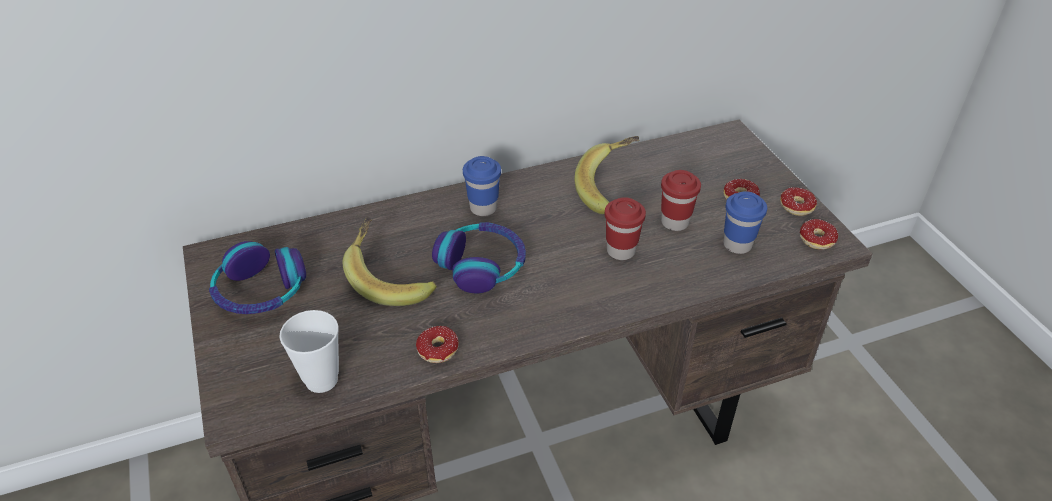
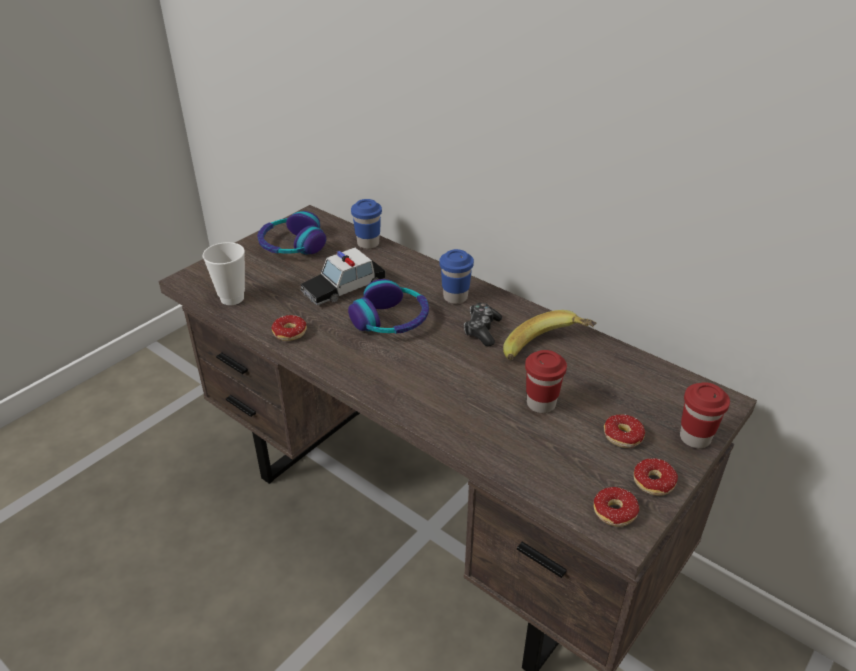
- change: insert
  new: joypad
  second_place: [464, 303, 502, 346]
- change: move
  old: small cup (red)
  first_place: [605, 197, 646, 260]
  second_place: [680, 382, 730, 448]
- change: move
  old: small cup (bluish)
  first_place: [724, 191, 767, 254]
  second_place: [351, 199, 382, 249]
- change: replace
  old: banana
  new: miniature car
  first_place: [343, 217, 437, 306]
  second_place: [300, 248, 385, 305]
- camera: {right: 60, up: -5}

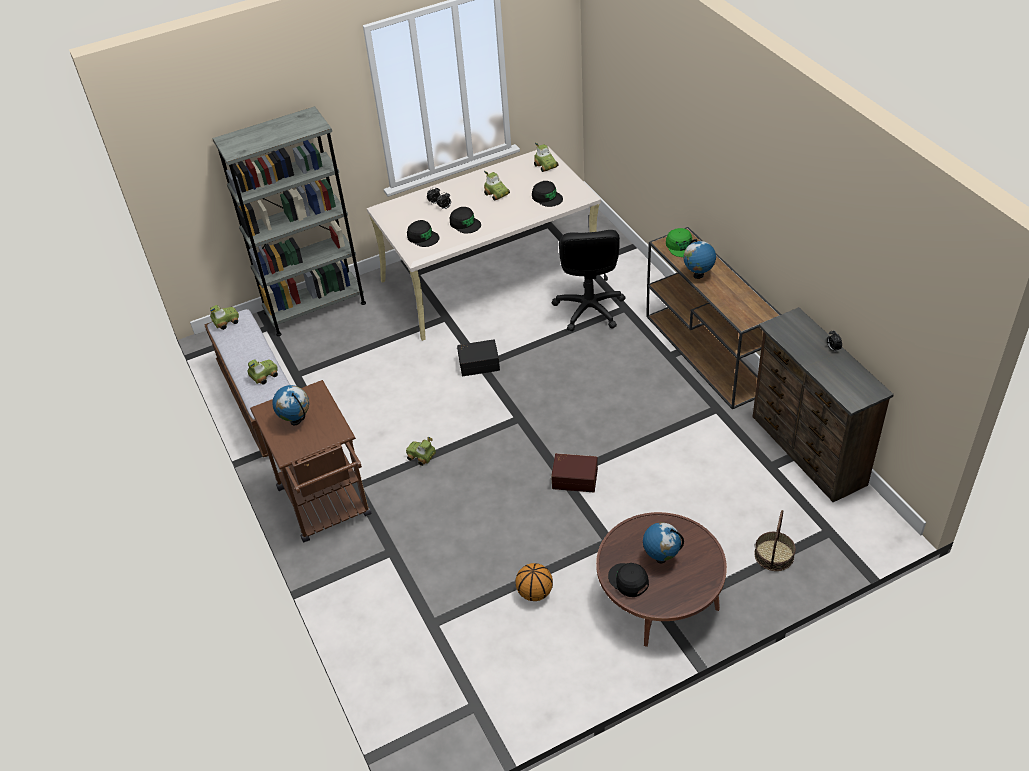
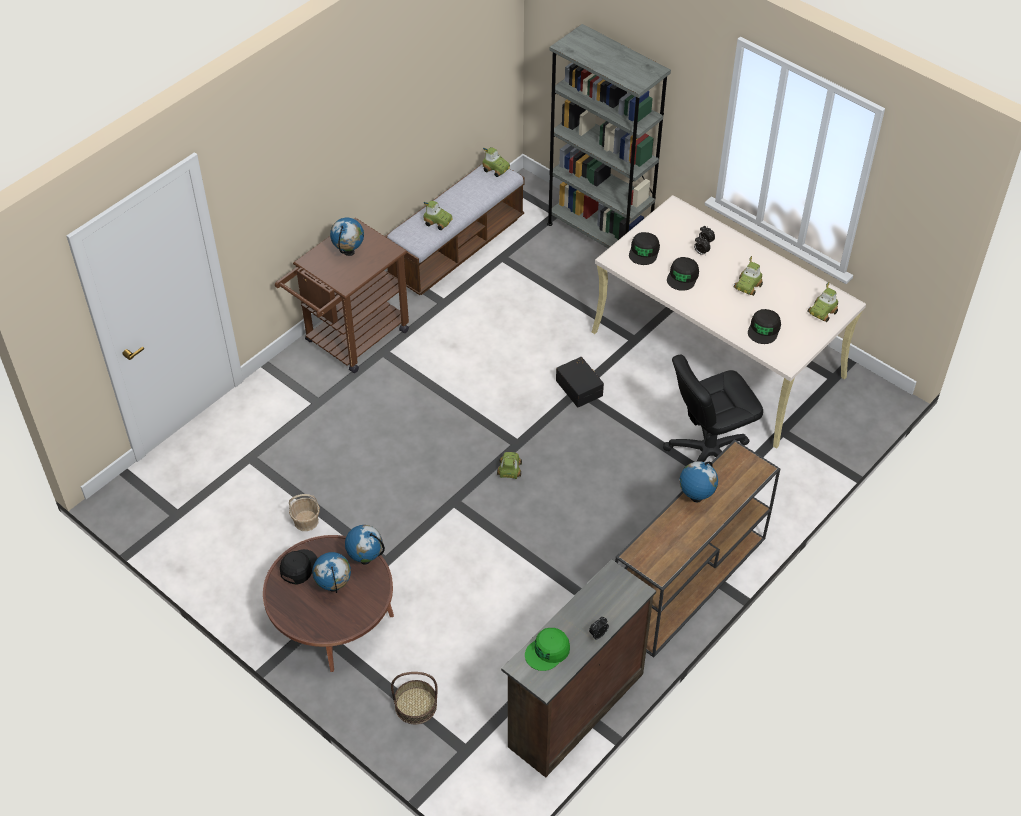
- change: delete
  old: storage container (brown-coloured)
  first_place: [551, 453, 598, 492]
- change: insert
  new: world globe
  second_place: [345, 525, 385, 565]
- change: move
  old: miniature car
  first_place: [406, 437, 436, 466]
  second_place: [497, 452, 522, 479]
- change: move
  old: baseball cap (green-coloured)
  first_place: [666, 228, 692, 257]
  second_place: [525, 628, 570, 671]
- change: replace
  old: basketball ball
  new: basket
  first_place: [516, 563, 553, 601]
  second_place: [289, 494, 320, 531]
- camera: {right: 65, up: 5}

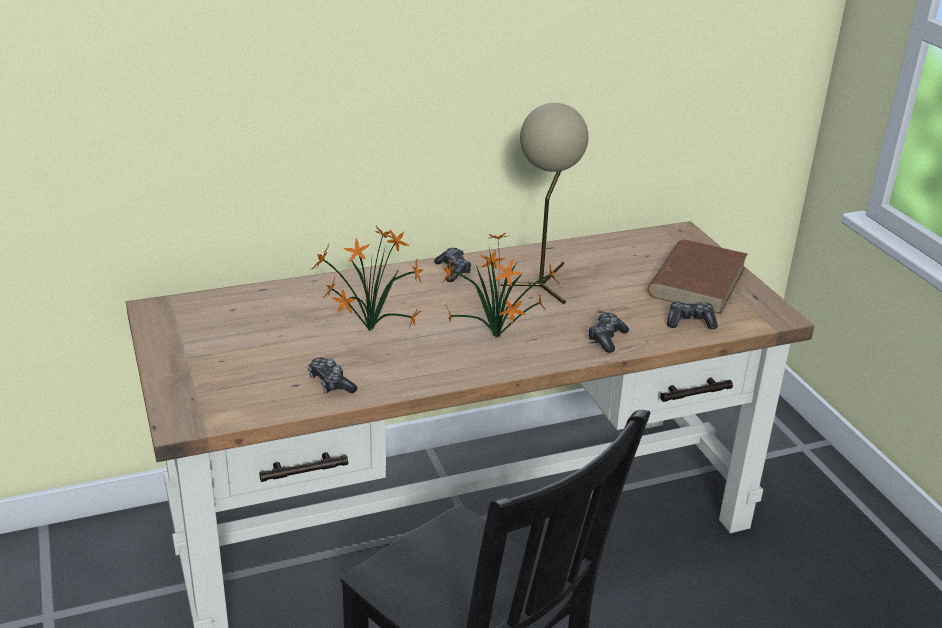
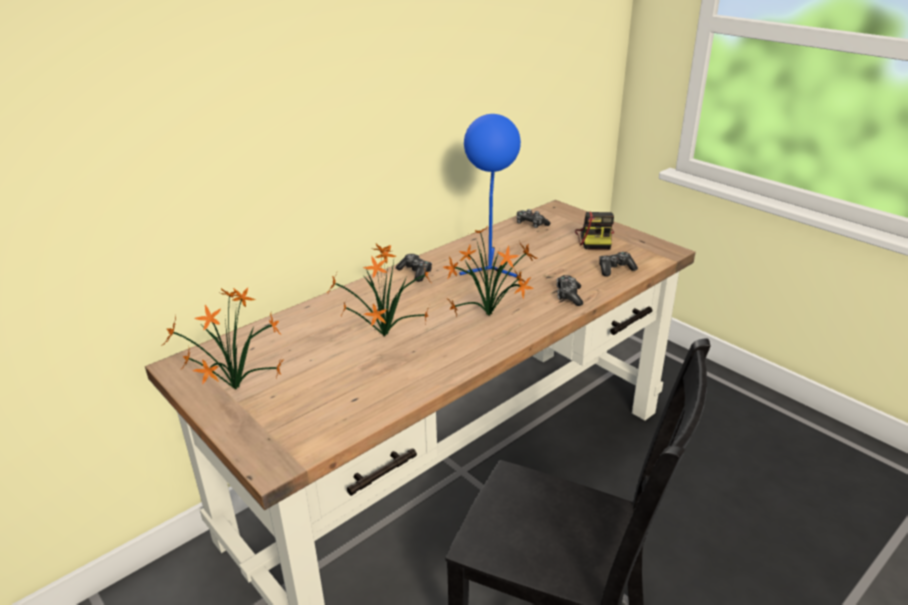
- change: insert
  new: potted plant
  second_place: [163, 288, 284, 390]
- change: move
  old: joypad
  first_place: [308, 357, 357, 393]
  second_place: [517, 209, 550, 228]
- change: replace
  old: volume (brown-coloured)
  new: photo camera
  first_place: [647, 240, 748, 314]
  second_place: [575, 211, 614, 249]
- change: recolor
  old: table lamp (beige)
  new: table lamp (bluish)
  first_place: [501, 103, 588, 304]
  second_place: [459, 114, 521, 277]
- camera: {right: -20, up: 0}

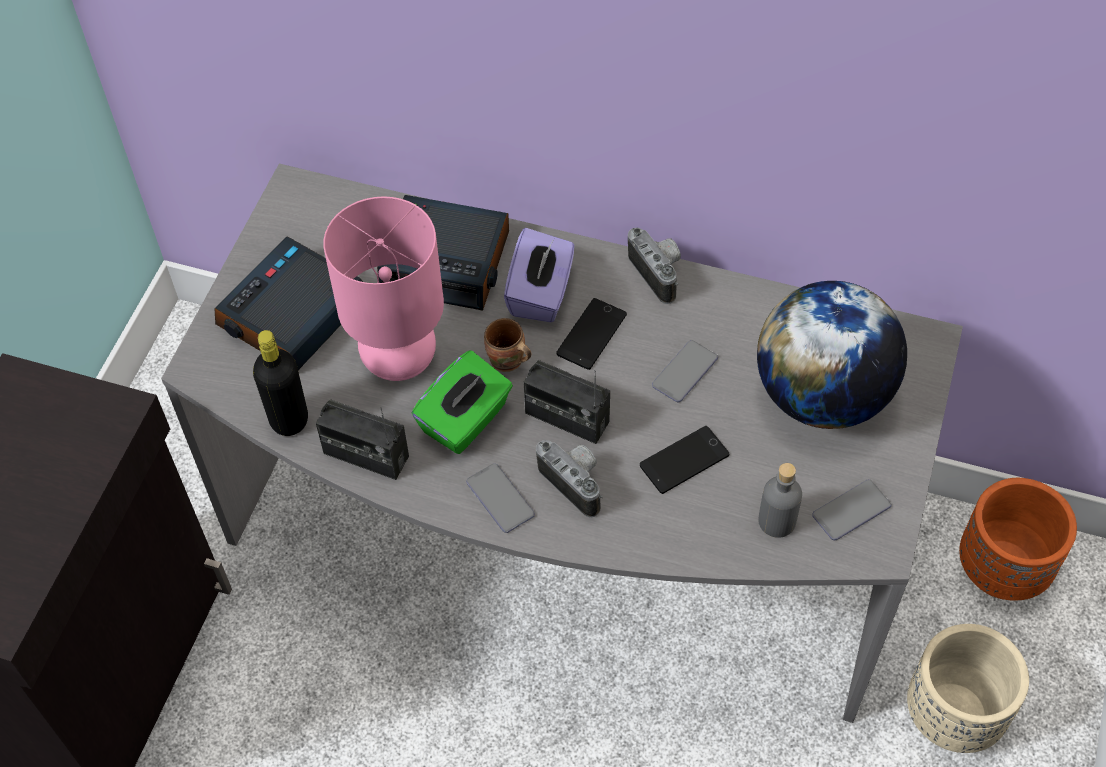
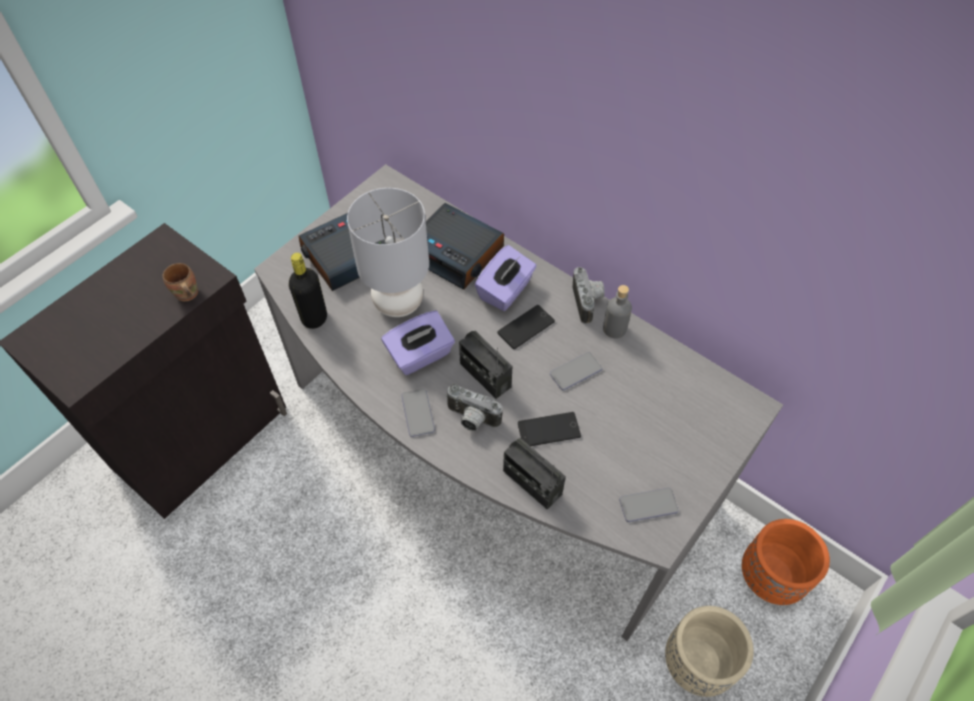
- change: delete
  old: world globe
  first_place: [757, 281, 907, 429]
- change: move
  old: radio set
  first_place: [316, 399, 409, 480]
  second_place: [503, 437, 566, 510]
- change: move
  old: coffee mug (brown-coloured)
  first_place: [484, 318, 531, 372]
  second_place: [162, 263, 198, 301]
- change: move
  old: drink bottle (greyish)
  first_place: [758, 463, 802, 538]
  second_place: [603, 285, 632, 338]
- change: recolor
  old: table lamp (pinkish)
  new: table lamp (greyish)
  first_place: [323, 196, 444, 381]
  second_place: [347, 188, 429, 317]
- change: recolor
  old: tissue holder (green-coloured)
  new: tissue holder (purple)
  first_place: [412, 350, 513, 454]
  second_place: [381, 310, 455, 375]
- change: rotate
  old: photo camera
  first_place: [536, 440, 603, 517]
  second_place: [445, 384, 503, 431]
  degrees: 135
- camera: {right: 20, up: 0}

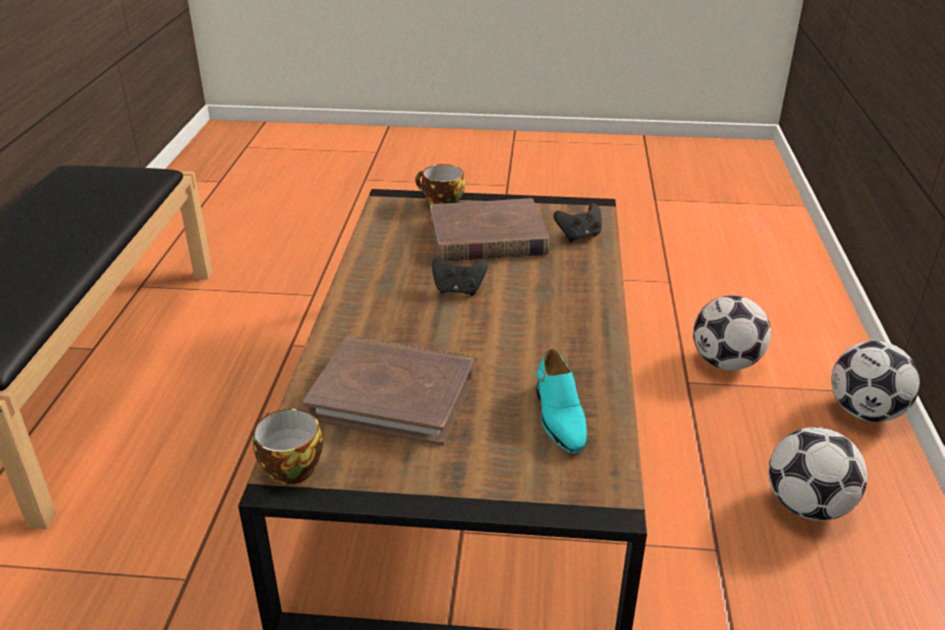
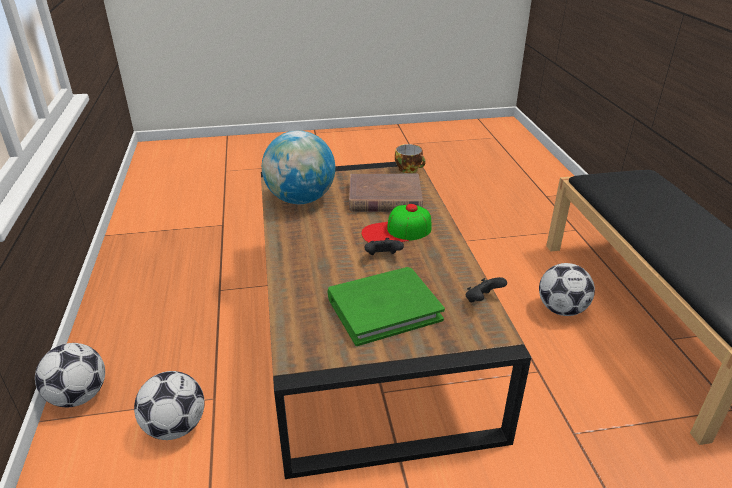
- change: delete
  old: small cup
  first_place: [415, 164, 465, 205]
- change: insert
  new: baseball cap
  second_place: [361, 204, 431, 243]
- change: move
  old: joypad (black)
  first_place: [553, 203, 602, 242]
  second_place: [466, 277, 507, 302]
- change: move
  old: ball for football
  first_place: [769, 427, 867, 521]
  second_place: [539, 263, 595, 316]
- change: replace
  old: low shoe (blue-green)
  new: world globe
  first_place: [536, 349, 587, 453]
  second_place: [262, 130, 335, 204]
- change: recolor
  old: volume (brown-coloured)
  new: volume (green-coloured)
  first_place: [430, 198, 550, 262]
  second_place: [327, 267, 445, 346]
- camera: {right: 165, up: 0}

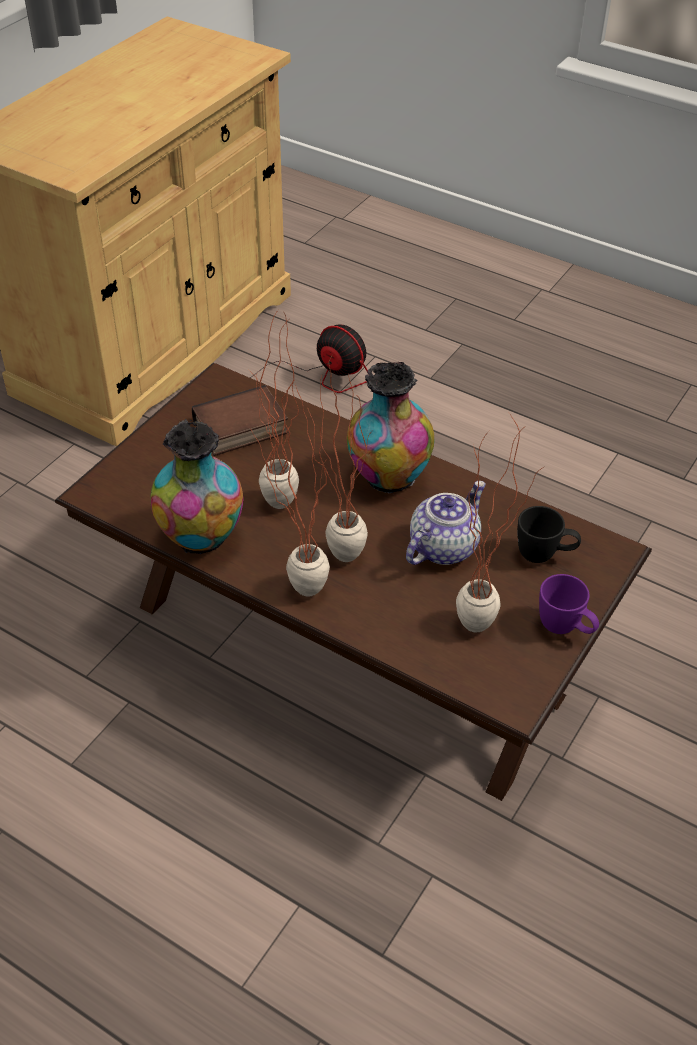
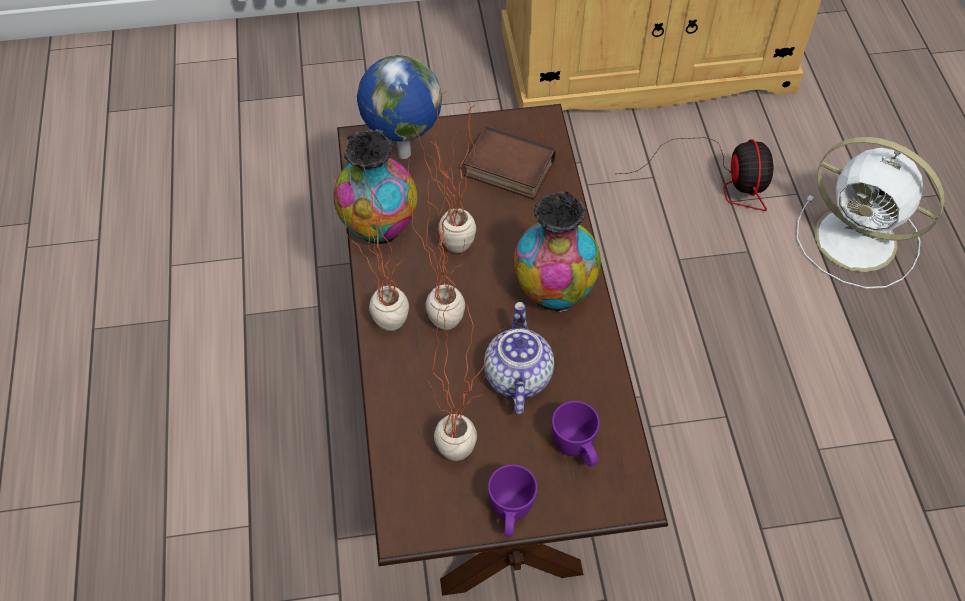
- change: insert
  new: world globe
  second_place: [357, 55, 442, 159]
- change: insert
  new: cooling fan (whitish)
  second_place: [796, 137, 945, 289]
- change: recolor
  old: coffee mug (black)
  new: coffee mug (purple)
  first_place: [518, 506, 581, 563]
  second_place: [552, 401, 600, 467]
- change: rotate
  old: pot for tea
  first_place: [406, 481, 486, 565]
  second_place: [484, 302, 554, 415]
  degrees: -90
- camera: {right: 50, up: 10}

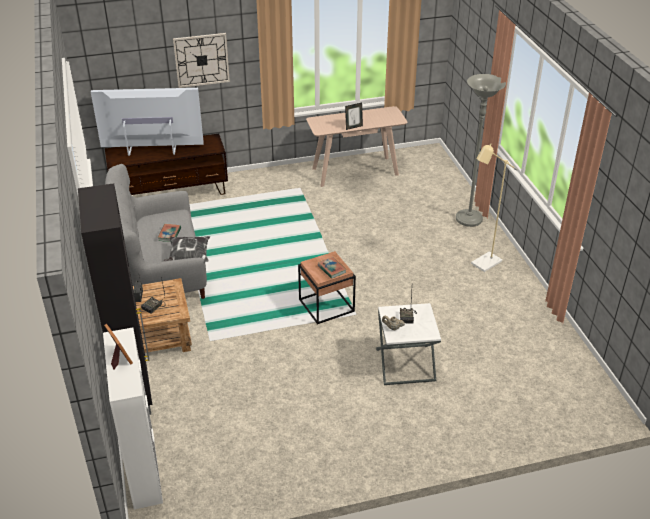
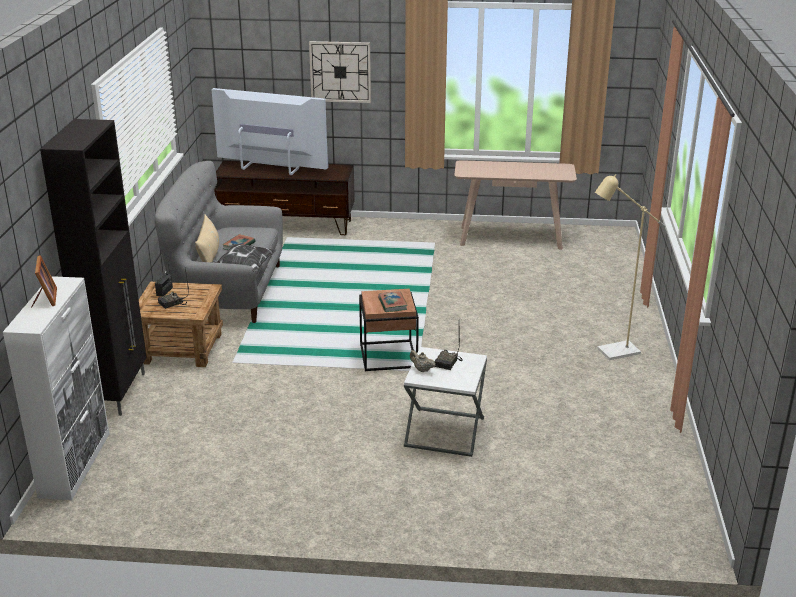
- change: delete
  old: photo frame
  first_place: [345, 103, 363, 130]
- change: delete
  old: standard lamp (greyish)
  first_place: [456, 74, 506, 227]
- change: insert
  new: cushion (beige)
  second_place: [195, 215, 219, 262]
- camera: {right: 20, up: -10}

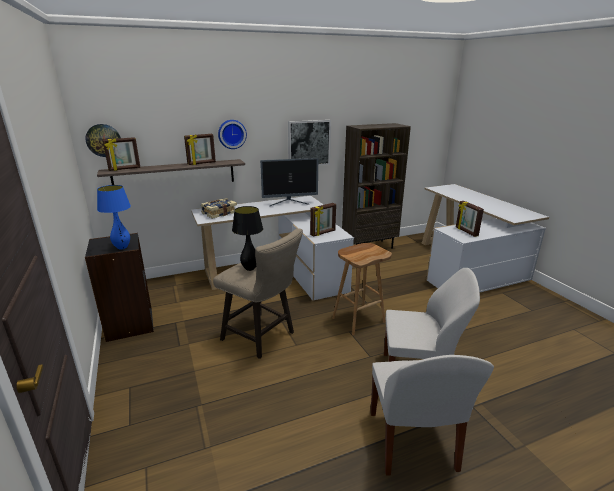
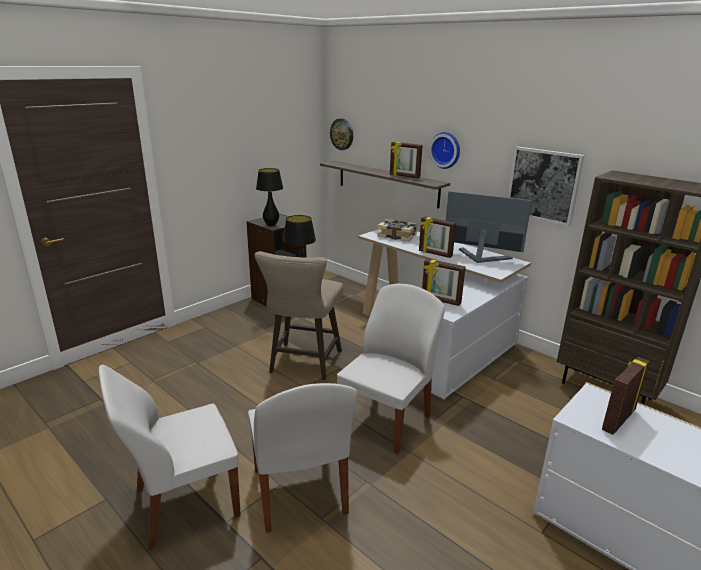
- change: move
  old: photo frame
  first_place: [103, 137, 140, 171]
  second_place: [419, 216, 456, 258]
- change: replace
  old: stool (brown-coloured)
  new: plain chair (whitish)
  first_place: [332, 243, 392, 335]
  second_place: [337, 284, 445, 455]
- change: recolor
  old: table lamp (bluish)
  new: table lamp (black)
  first_place: [97, 185, 131, 249]
  second_place: [256, 168, 283, 226]
- change: rotate
  old: monitor
  first_place: [260, 158, 318, 206]
  second_place: [446, 191, 532, 263]
  degrees: 150
- camera: {right: 65, up: 0}

